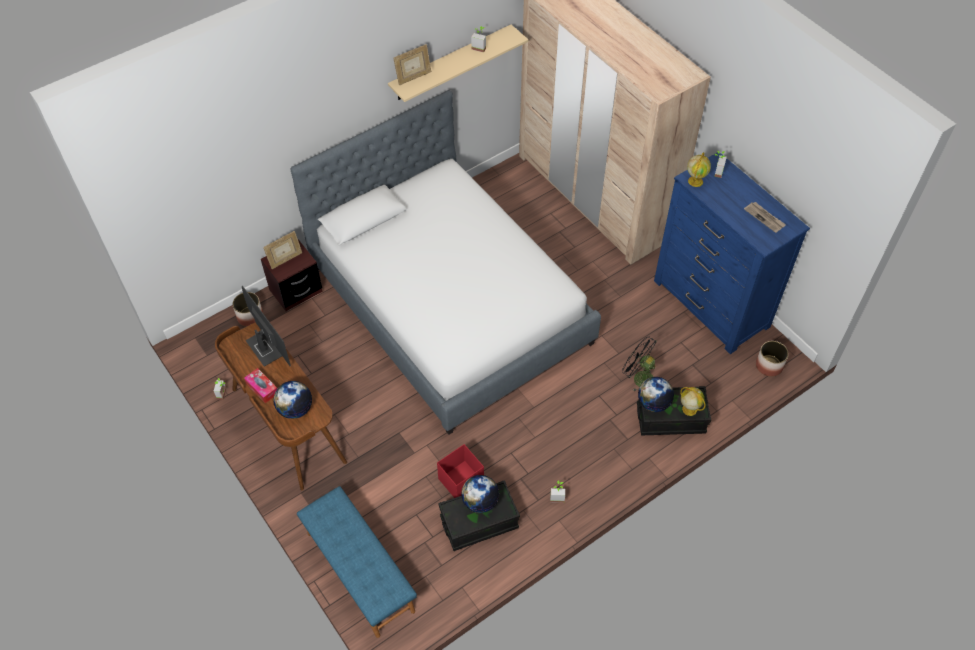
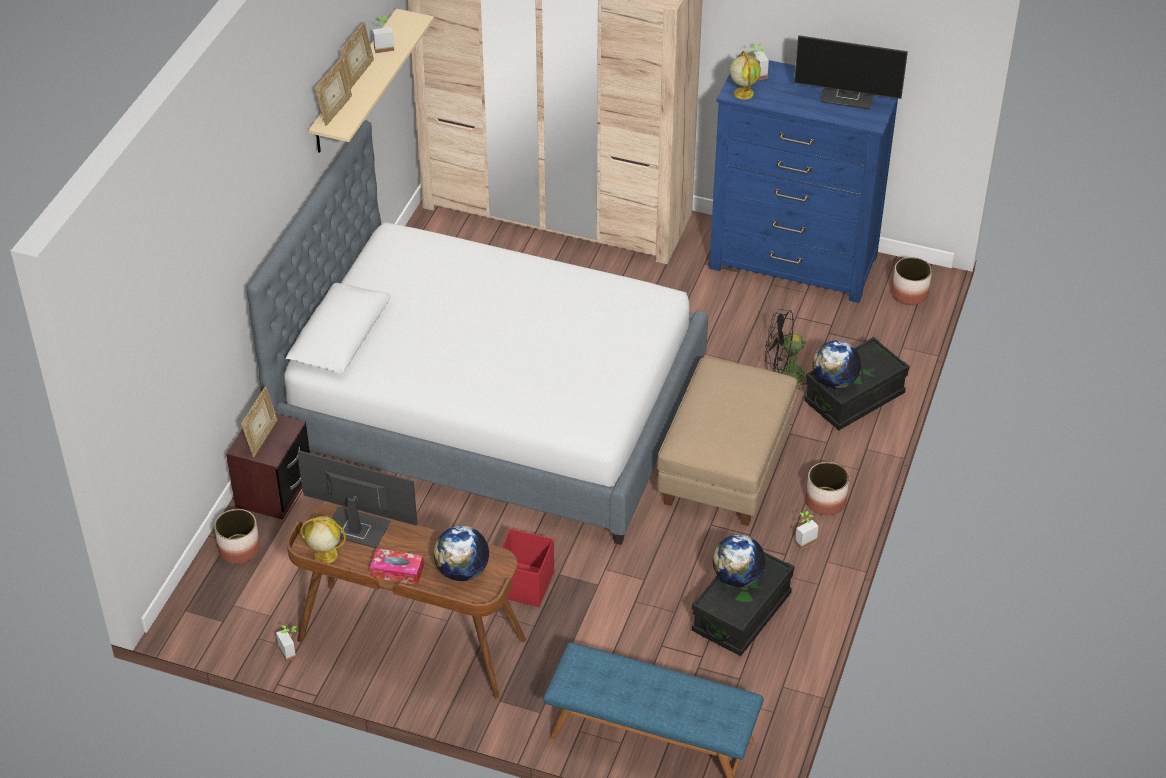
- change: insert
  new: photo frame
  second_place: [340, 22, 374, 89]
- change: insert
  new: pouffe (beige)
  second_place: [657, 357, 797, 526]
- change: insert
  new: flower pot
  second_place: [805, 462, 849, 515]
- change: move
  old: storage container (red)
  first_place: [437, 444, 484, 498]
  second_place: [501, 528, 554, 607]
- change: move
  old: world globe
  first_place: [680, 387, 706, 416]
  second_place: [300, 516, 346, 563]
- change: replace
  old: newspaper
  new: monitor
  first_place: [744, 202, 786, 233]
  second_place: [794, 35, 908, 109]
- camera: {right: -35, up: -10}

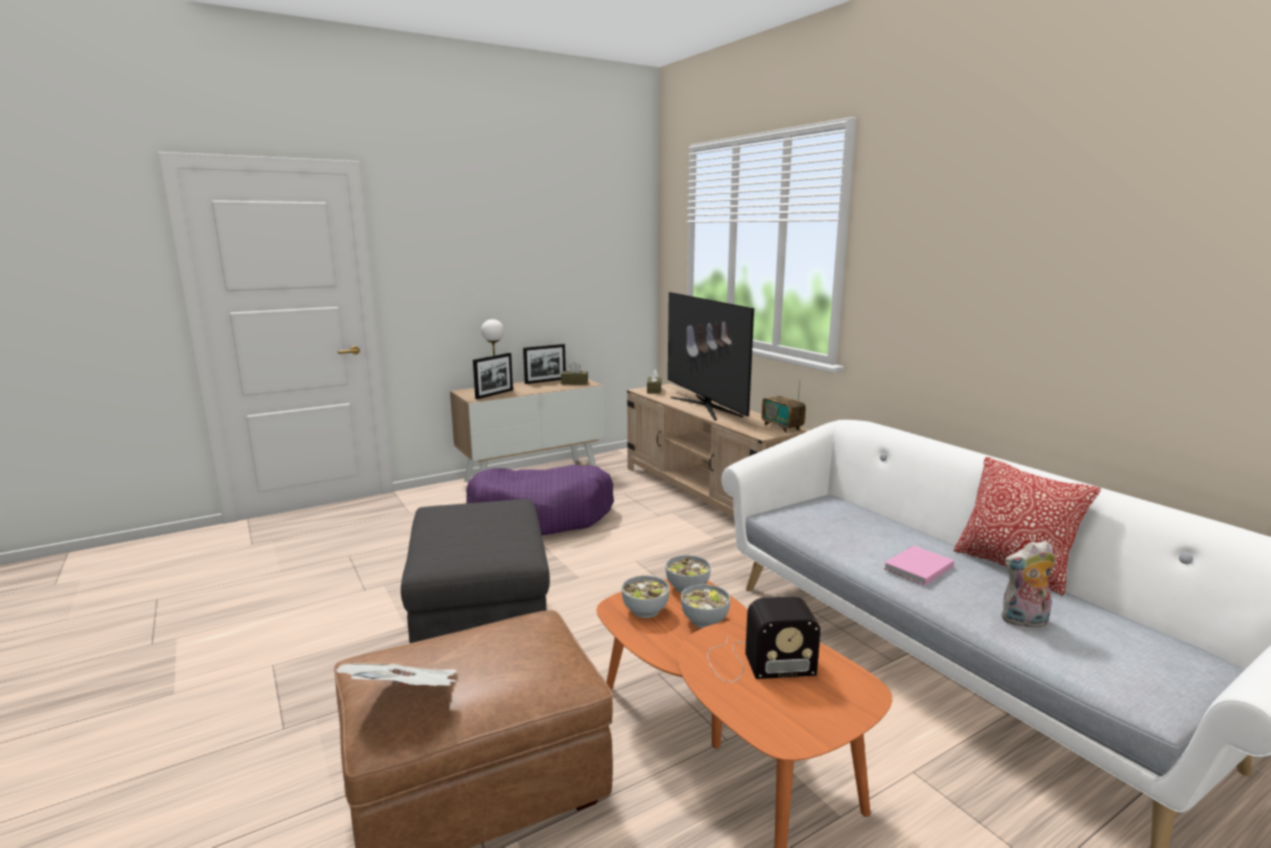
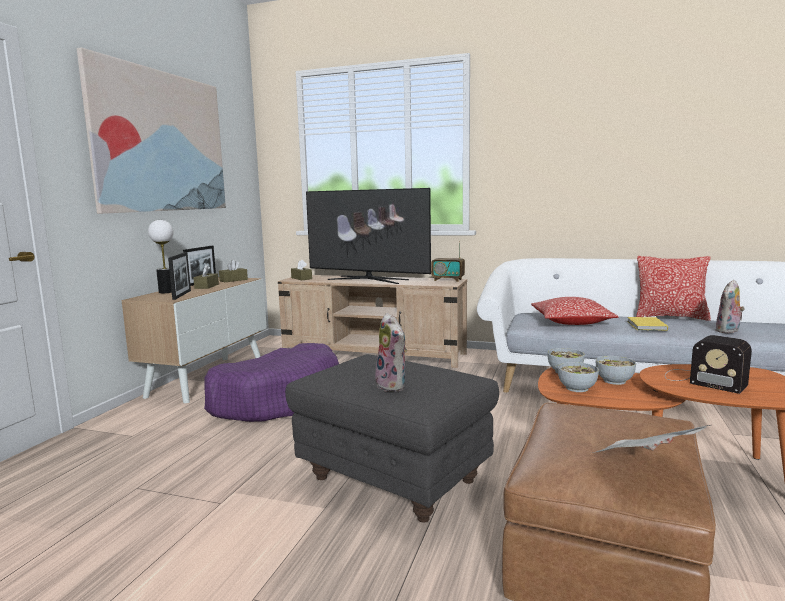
- change: insert
  new: picture
  second_place: [77, 48, 226, 214]
- change: insert
  new: tissue holder (brown-coloured)
  second_place: [193, 265, 219, 289]
- change: insert
  new: soft toy
  second_place: [374, 313, 407, 392]
- change: insert
  new: cushion
  second_place: [531, 297, 618, 325]
- change: recolor
  old: volume (pinkish)
  new: volume (yellow)
  first_place: [884, 546, 954, 585]
  second_place: [627, 317, 668, 331]
- change: rotate
  old: radio set
  first_place: [707, 596, 820, 682]
  second_place: [665, 335, 752, 394]
  degrees: 90
- camera: {right: -40, up: -5}

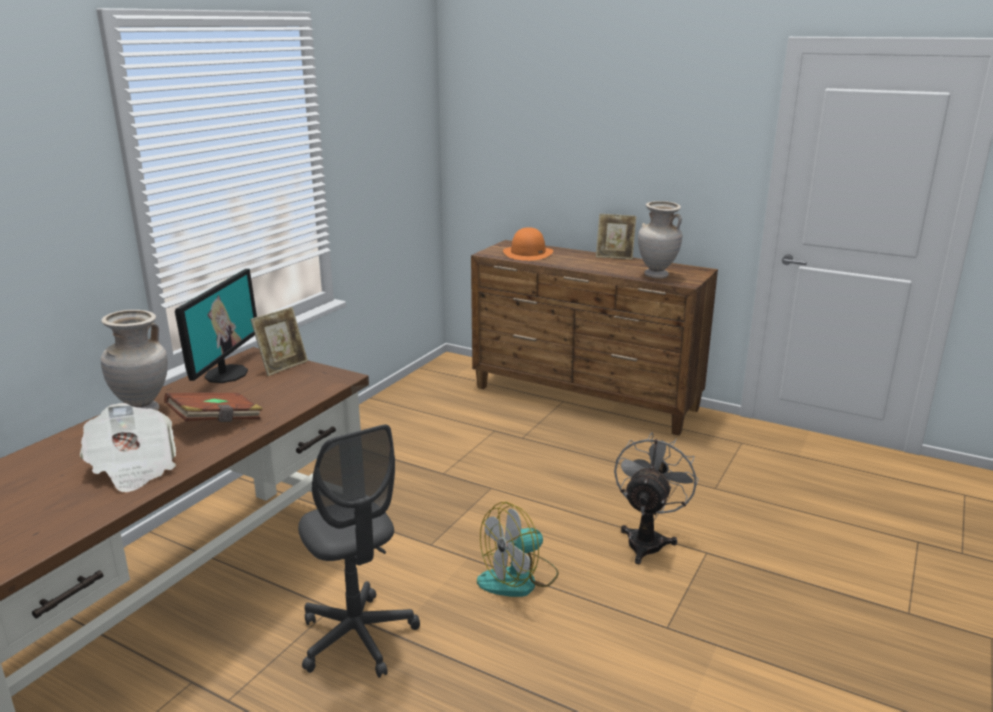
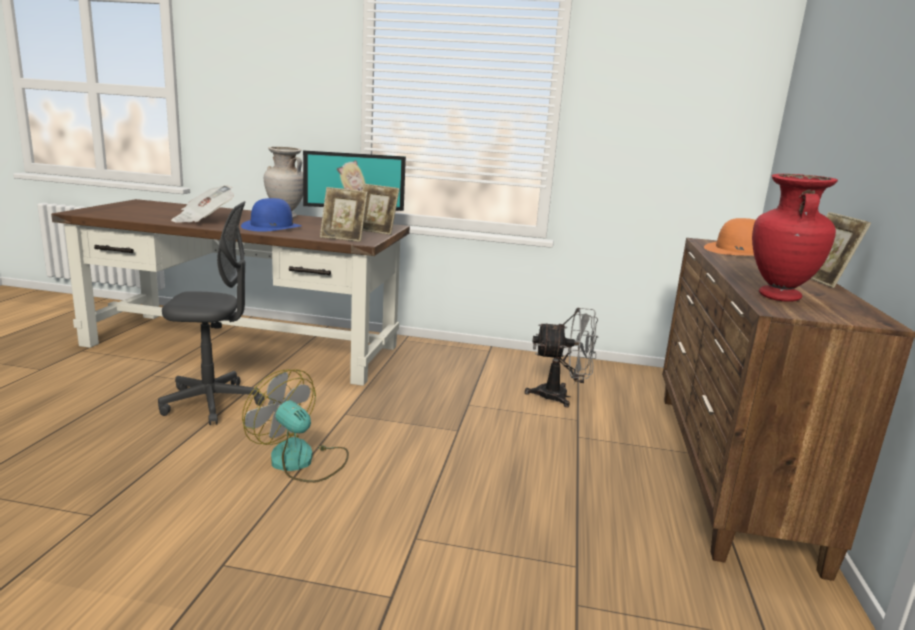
- change: insert
  new: photo frame
  second_place: [320, 187, 368, 242]
- change: move
  old: cooling fan (greyish)
  first_place: [614, 432, 699, 564]
  second_place: [525, 308, 598, 408]
- change: replace
  old: volume (brown-coloured)
  new: clothing hat (bluish)
  first_place: [164, 392, 263, 422]
  second_place: [241, 198, 302, 232]
- change: recolor
  old: vase (beige)
  new: vase (red)
  first_place: [638, 201, 682, 279]
  second_place: [752, 174, 838, 302]
- change: rotate
  old: desk chair (greyish)
  first_place: [298, 424, 420, 678]
  second_place: [158, 201, 265, 425]
  degrees: -135
- camera: {right: 70, up: -5}

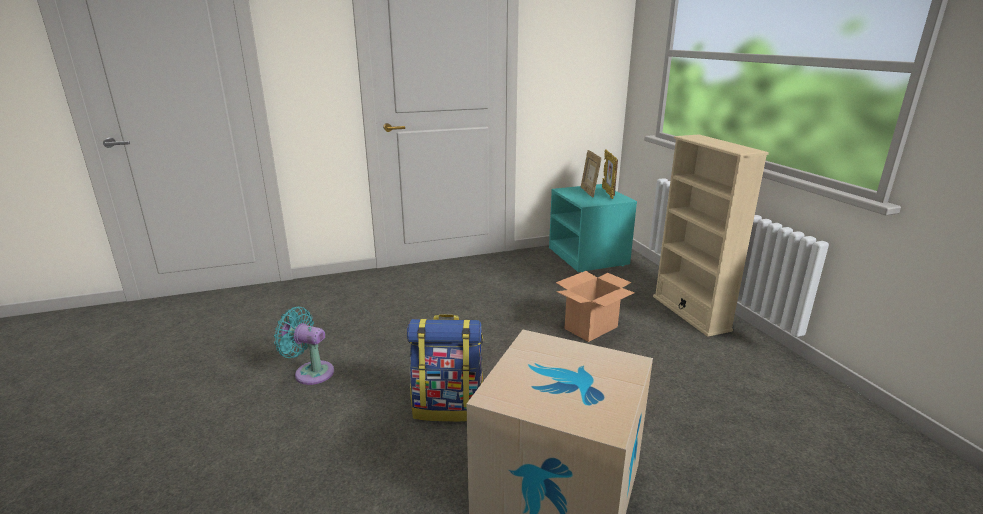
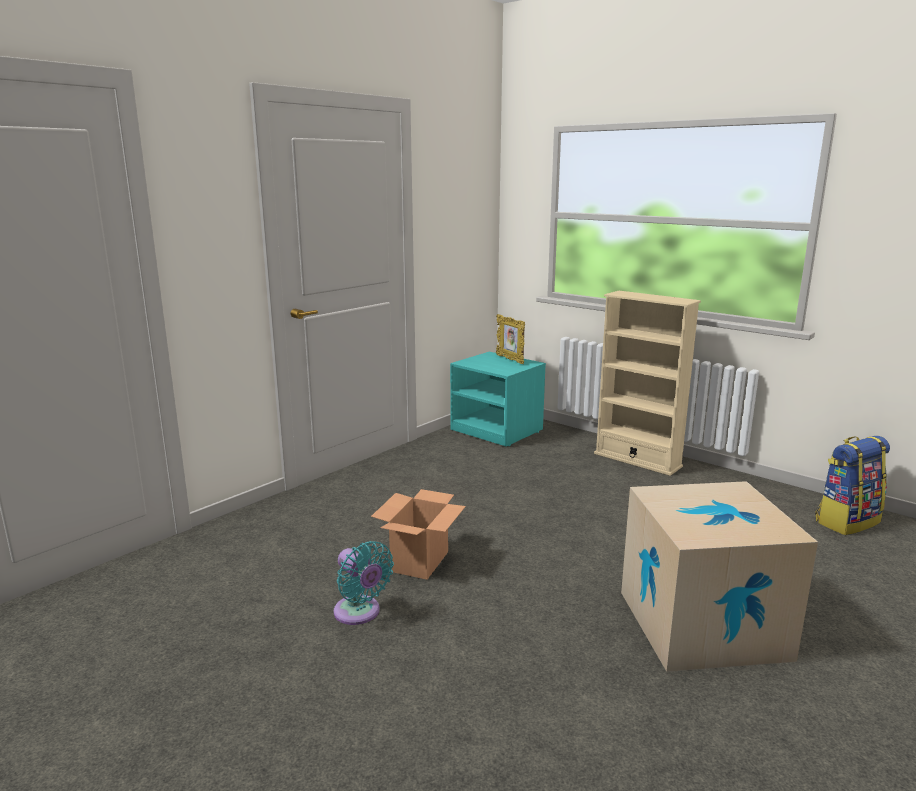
- change: delete
  old: photo frame
  first_place: [581, 150, 602, 198]
- change: move
  old: backpack
  first_place: [407, 314, 483, 422]
  second_place: [815, 436, 890, 535]
- change: move
  old: cardboard box
  first_place: [556, 271, 635, 342]
  second_place: [371, 489, 466, 580]
- change: rotate
  old: cooling fan (blue-green)
  first_place: [274, 307, 334, 385]
  second_place: [334, 541, 394, 625]
  degrees: -120
- camera: {right: -30, up: -5}

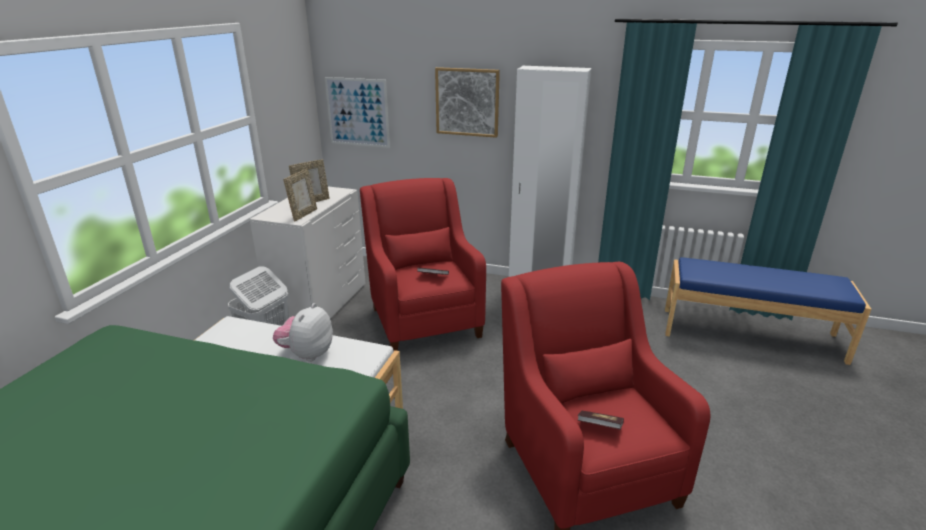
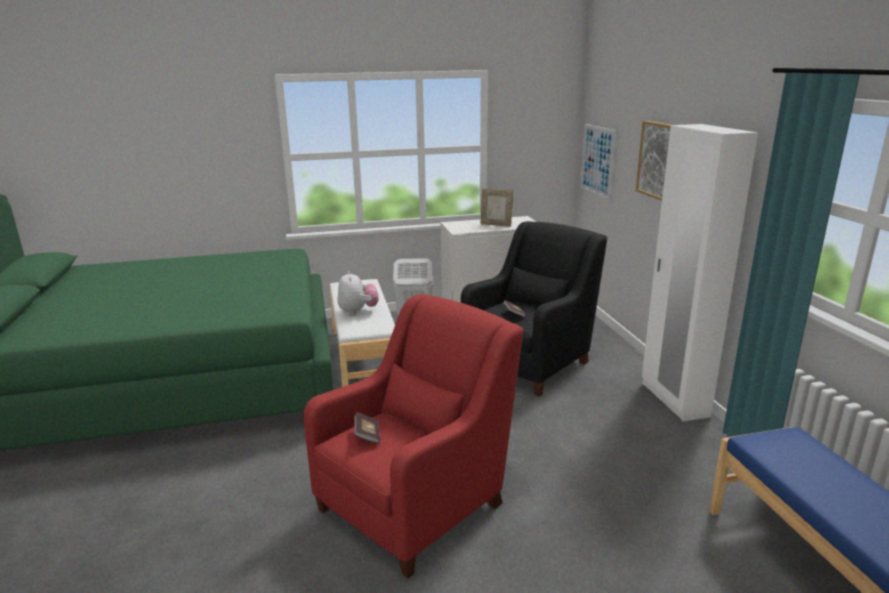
- change: delete
  old: photo frame
  first_place: [283, 169, 317, 222]
- change: recolor
  old: easy chair (red)
  new: easy chair (black)
  first_place: [360, 178, 486, 351]
  second_place: [461, 221, 607, 397]
- change: rotate
  old: soft toy
  first_place: [273, 303, 333, 362]
  second_place: [338, 271, 379, 316]
  degrees: 90
- camera: {right: 60, up: -5}

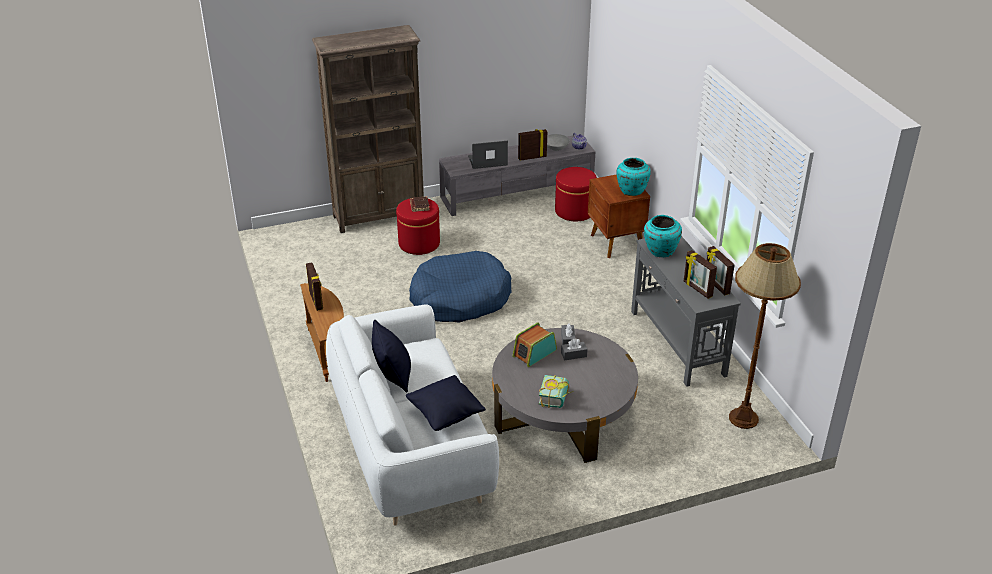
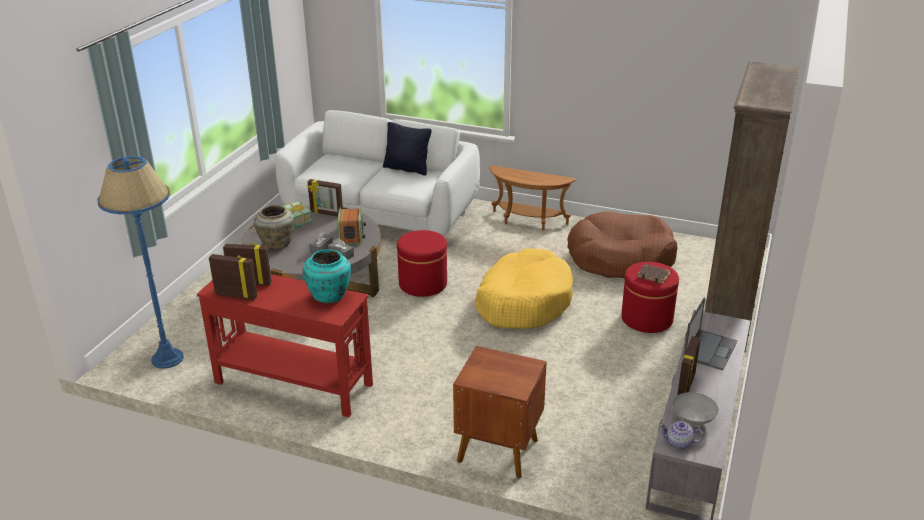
- change: delete
  old: cushion (black)
  first_place: [406, 375, 486, 431]
- change: delete
  old: vase (blue-green)
  first_place: [616, 158, 651, 196]
- change: insert
  new: vase (beige)
  second_place: [254, 205, 294, 250]
- change: insert
  new: pet bed (brown-coloured)
  second_place: [567, 211, 678, 278]
- change: move
  old: photo frame
  first_place: [306, 262, 323, 311]
  second_place: [307, 179, 343, 216]
- change: move
  old: pouffe (red)
  first_place: [555, 167, 597, 221]
  second_place: [397, 230, 447, 297]
- change: recolor
  old: pet bed (bluish)
  new: pet bed (yellow)
  first_place: [409, 251, 512, 323]
  second_place: [475, 248, 573, 329]
- change: recolor
  old: narrow table (greyish)
  new: narrow table (red)
  first_place: [631, 236, 741, 387]
  second_place: [197, 274, 373, 417]
- change: recolor
  old: standard lamp (brown-coloured)
  new: standard lamp (bluish)
  first_place: [729, 243, 801, 429]
  second_place: [97, 156, 184, 369]
- camera: {right: 130, up: -5}

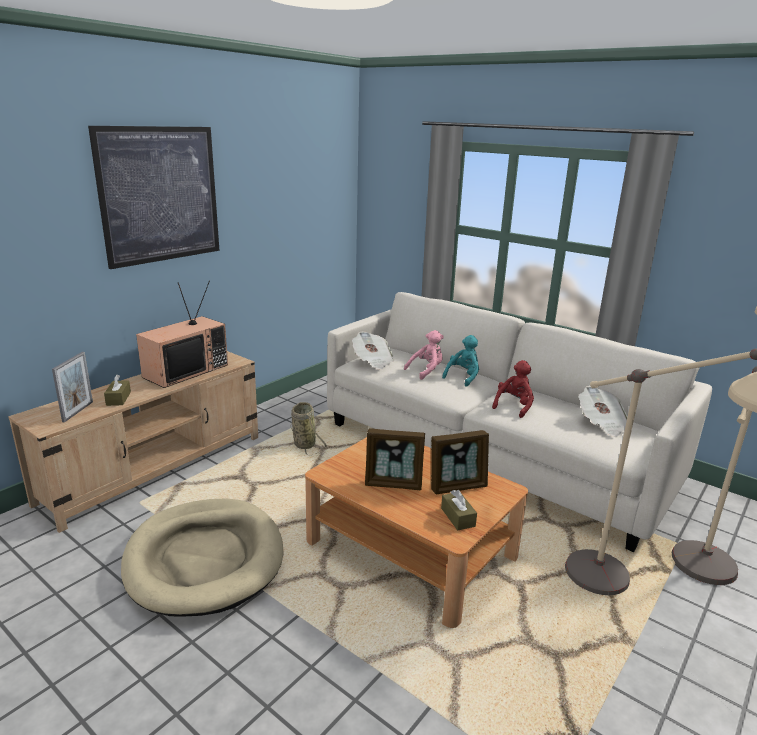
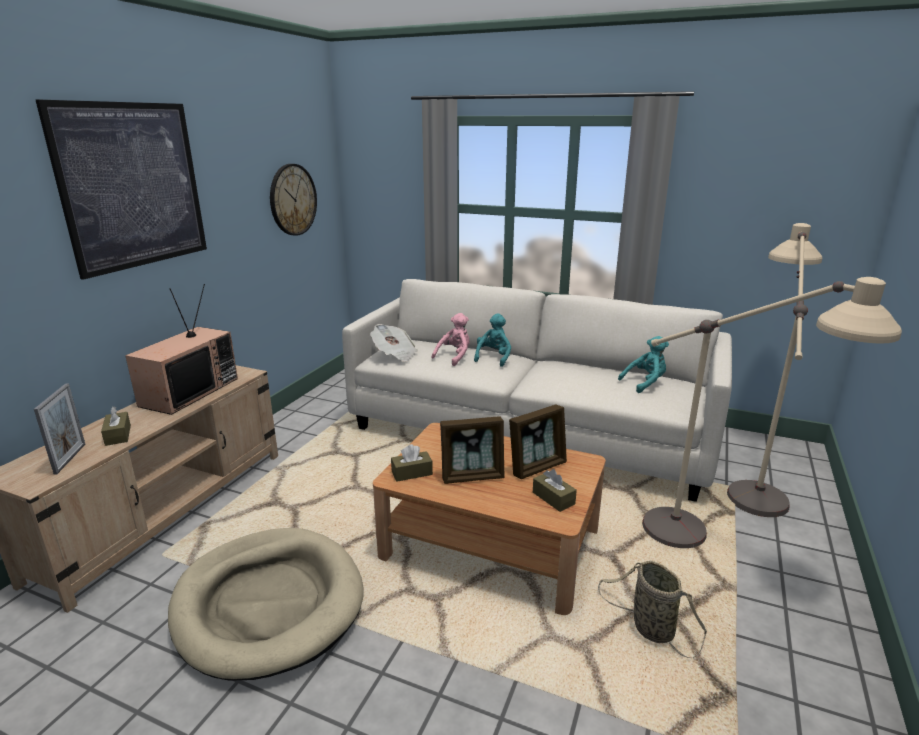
- change: delete
  old: soft toy (red)
  first_place: [492, 360, 534, 418]
- change: insert
  new: wall clock
  second_place: [270, 164, 317, 236]
- change: insert
  new: tissue holder (brown-coloured)
  second_place: [391, 444, 433, 482]
- change: move
  old: basket
  first_place: [290, 402, 328, 456]
  second_place: [598, 561, 707, 658]
- change: replace
  old: newspaper
  new: soft toy (blue-green)
  first_place: [579, 386, 628, 437]
  second_place: [618, 336, 669, 393]
- camera: {right: -15, up: 0}

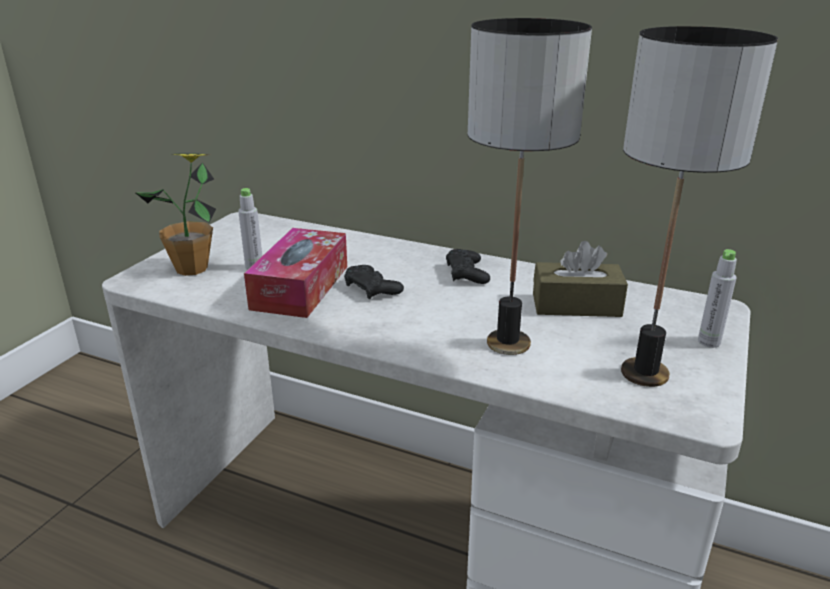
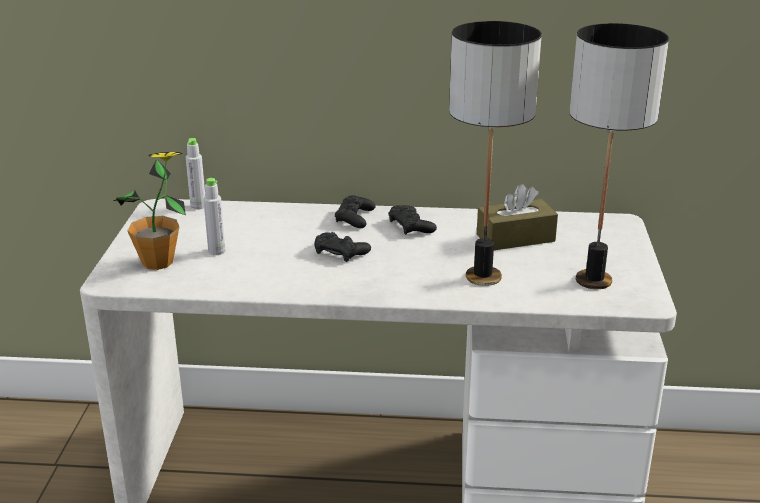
- change: delete
  old: tissue holder
  first_place: [244, 228, 347, 318]
- change: insert
  new: joypad (black)
  second_place: [335, 195, 376, 228]
- change: move
  old: drink bottle (greyish)
  first_place: [698, 249, 737, 348]
  second_place: [186, 138, 205, 210]
- camera: {right: -20, up: 0}

